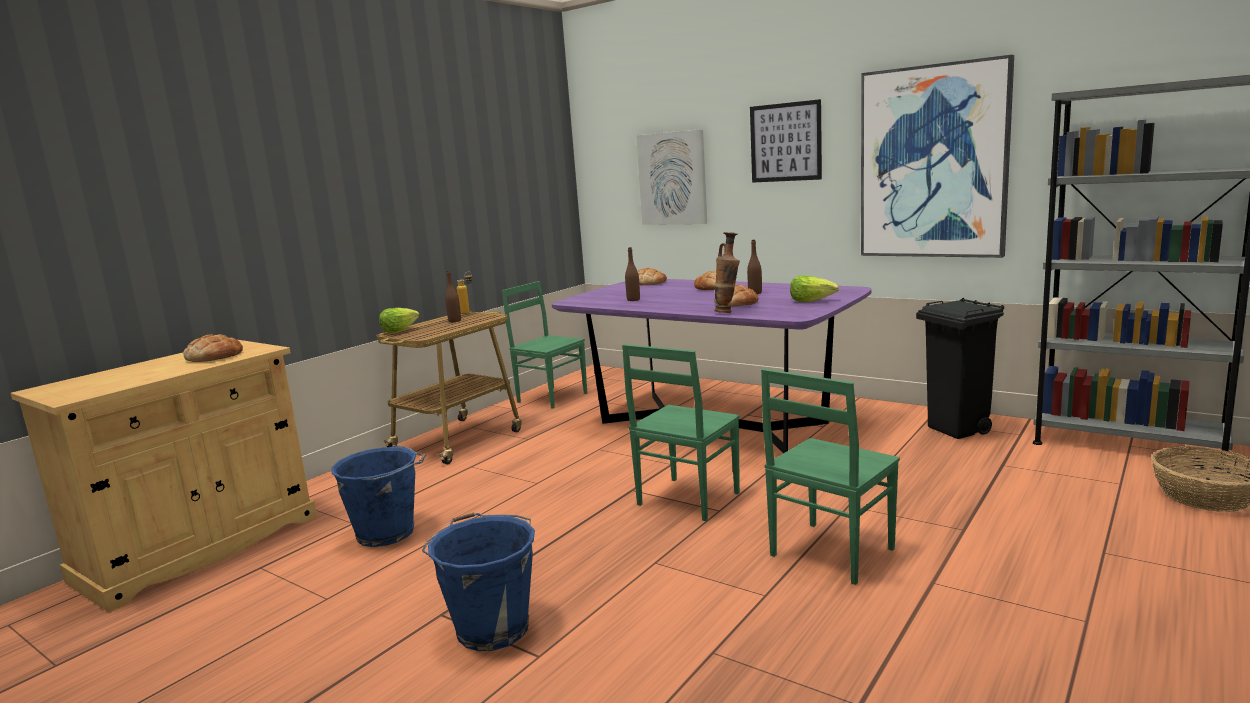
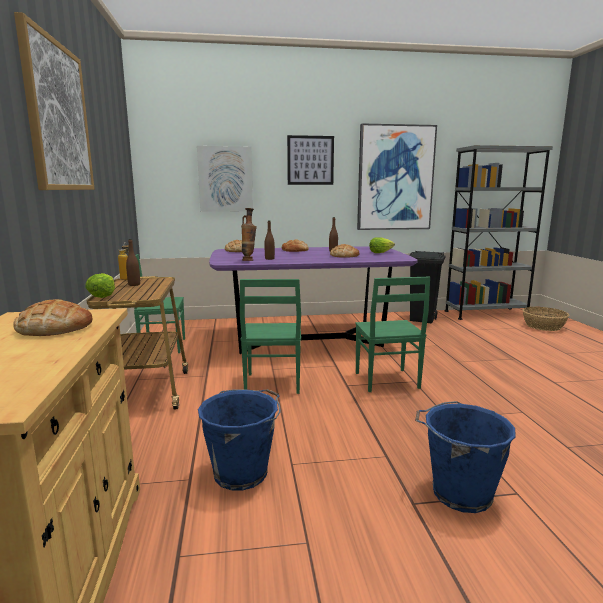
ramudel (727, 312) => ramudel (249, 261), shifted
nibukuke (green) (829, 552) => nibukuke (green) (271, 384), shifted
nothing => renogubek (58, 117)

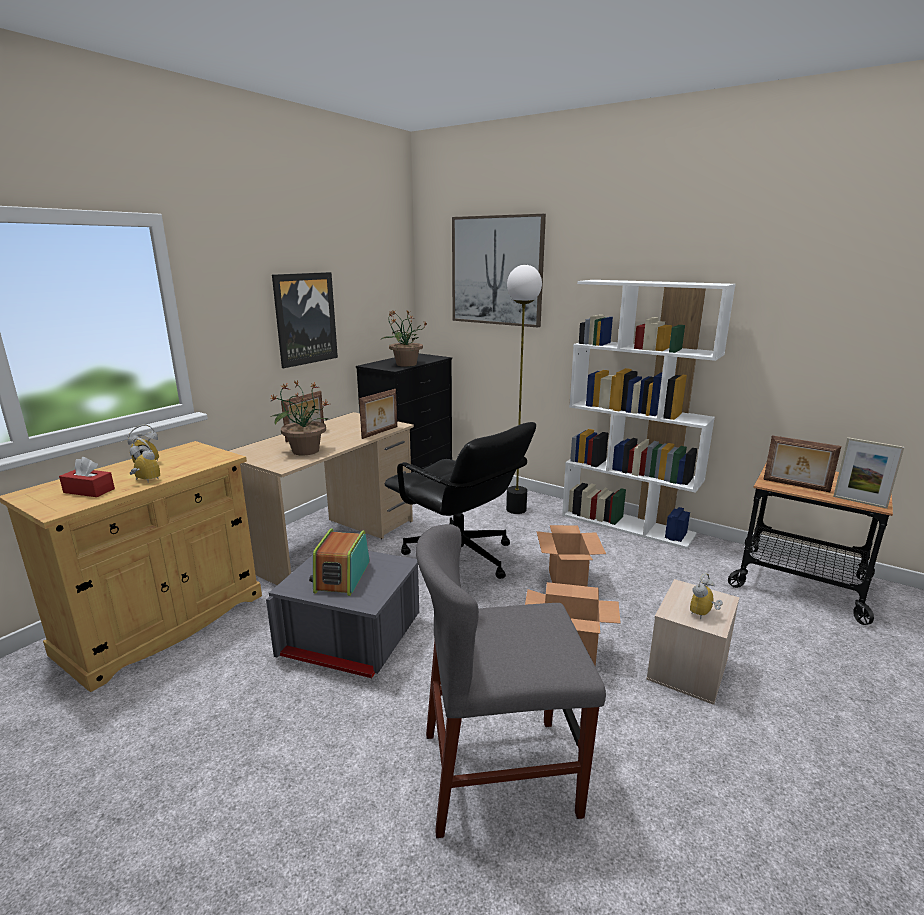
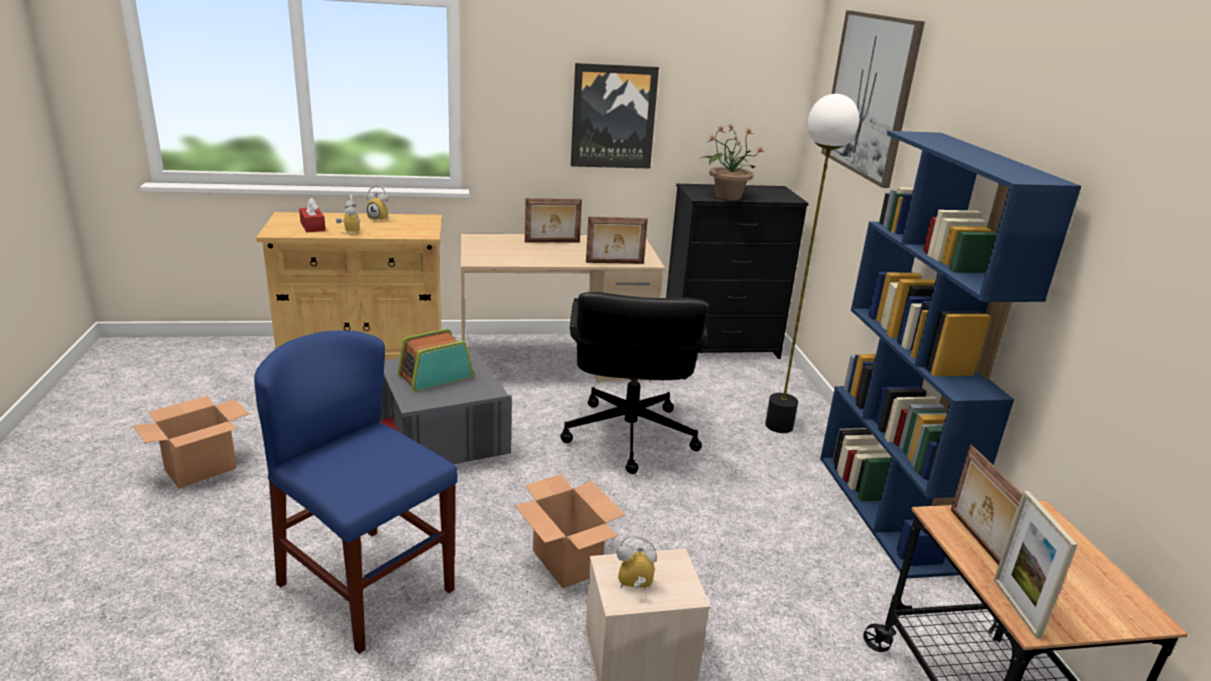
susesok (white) (627, 524) => susesok (blue) (884, 511)
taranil (304, 451) => nothing
nibukuke (grey) (499, 773) => nibukuke (blue) (366, 587)
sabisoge (566, 581) => sabisoge (201, 468), shifted

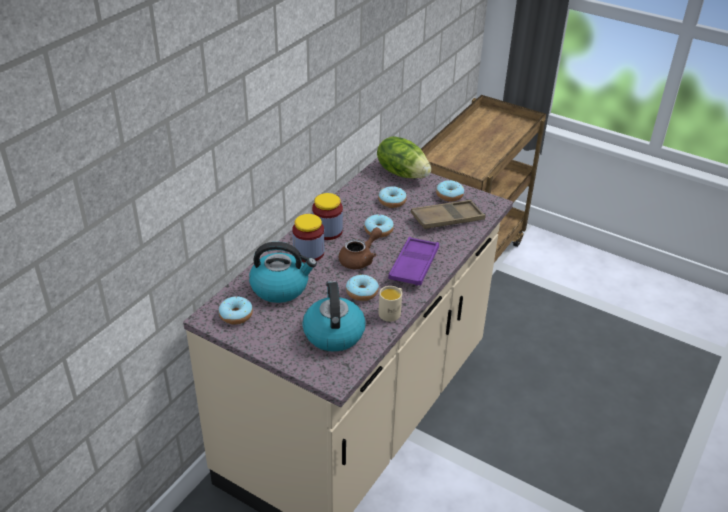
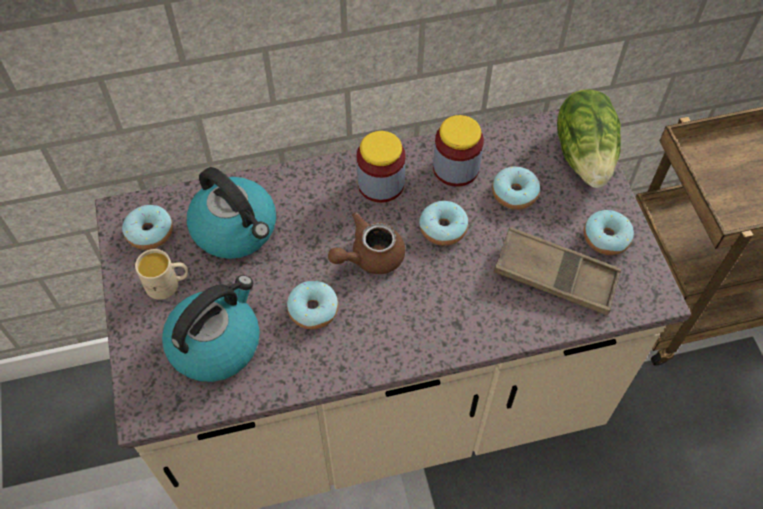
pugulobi (308, 253) => pugulobi (456, 168), shifted
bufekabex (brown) (360, 259) => bufekabex (brown) (369, 256), 150 degrees clockwise
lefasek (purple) (414, 265) => nothing
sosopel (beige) (392, 312) => sosopel (beige) (168, 284), shifted

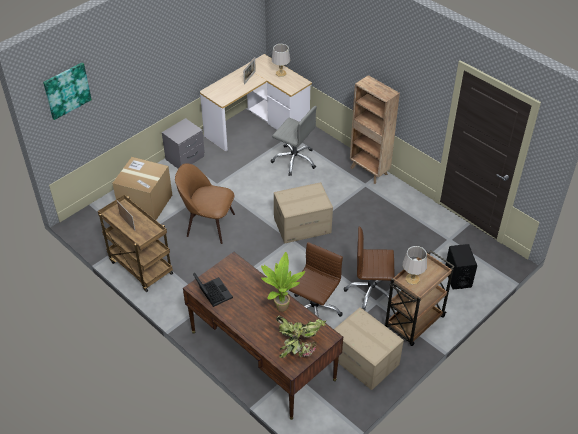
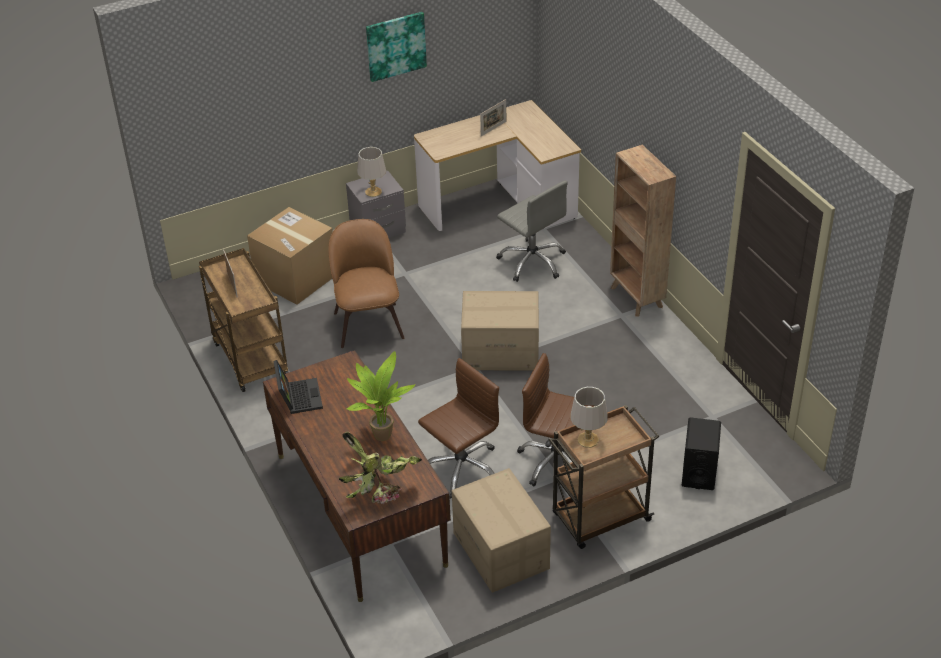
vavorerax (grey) (281, 73) => vavorerax (grey) (373, 192), shifted
renogubek (67, 90) => renogubek (395, 45), shifted
nibukuke (brown) (208, 224) => nibukuke (brown) (368, 323), 45 degrees clockwise

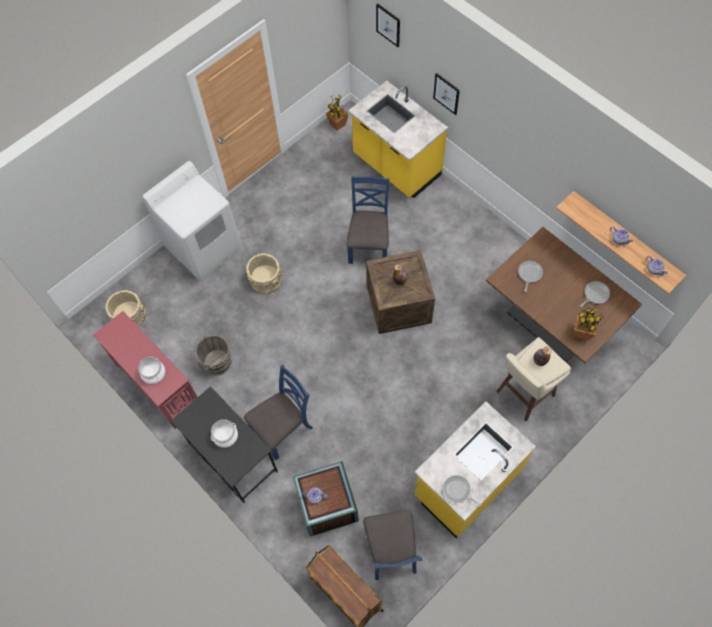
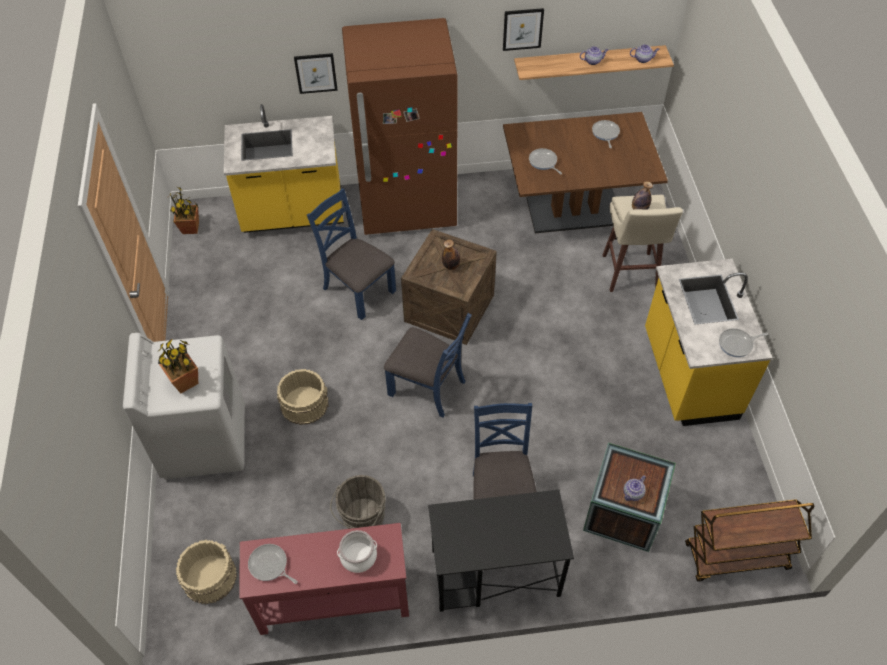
renogubek (388, 25) => renogubek (522, 29), shifted
taranil (582, 332) => taranil (184, 381), shifted
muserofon (225, 436) => nothing
nibukuke (blue) (391, 550) => nibukuke (blue) (428, 387), shifted
nothing => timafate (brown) (407, 206)
nothing => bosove (270, 565)

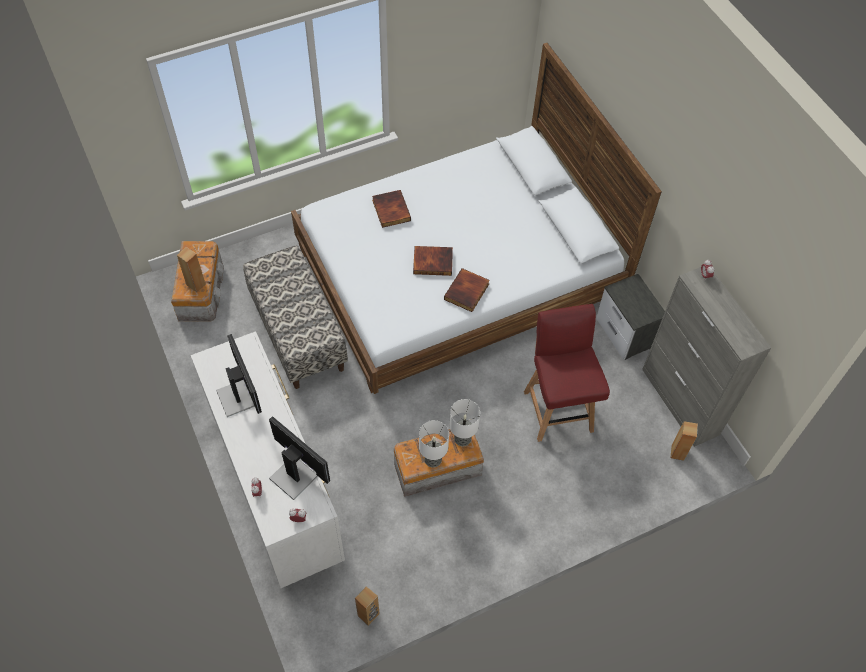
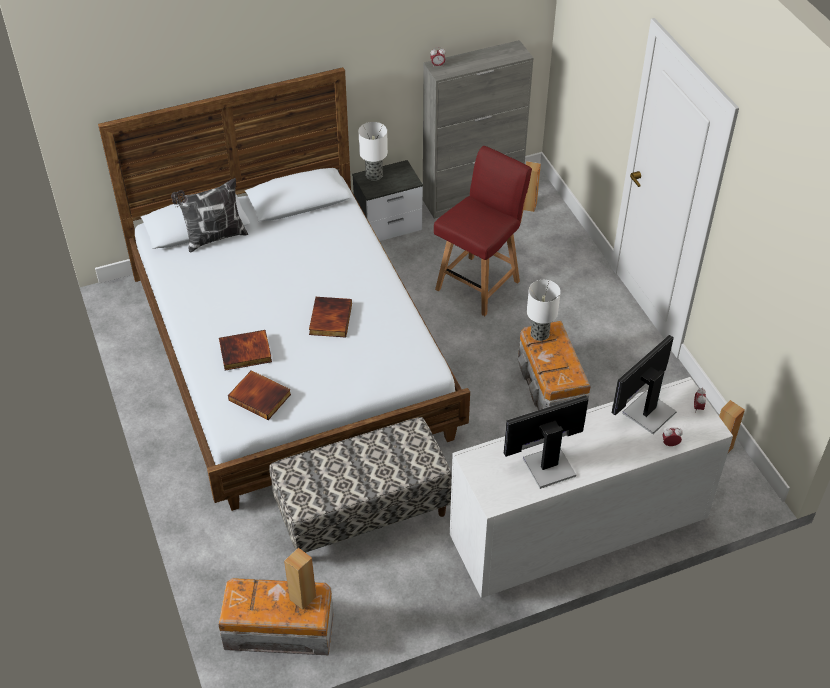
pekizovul (467, 292) => pekizovul (261, 396), shifted
nibukuke (red) (558, 409) => nibukuke (red) (479, 284), 135 degrees clockwise
vavorerax (433, 459) => vavorerax (374, 175), shifted
nothing => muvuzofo (214, 237)

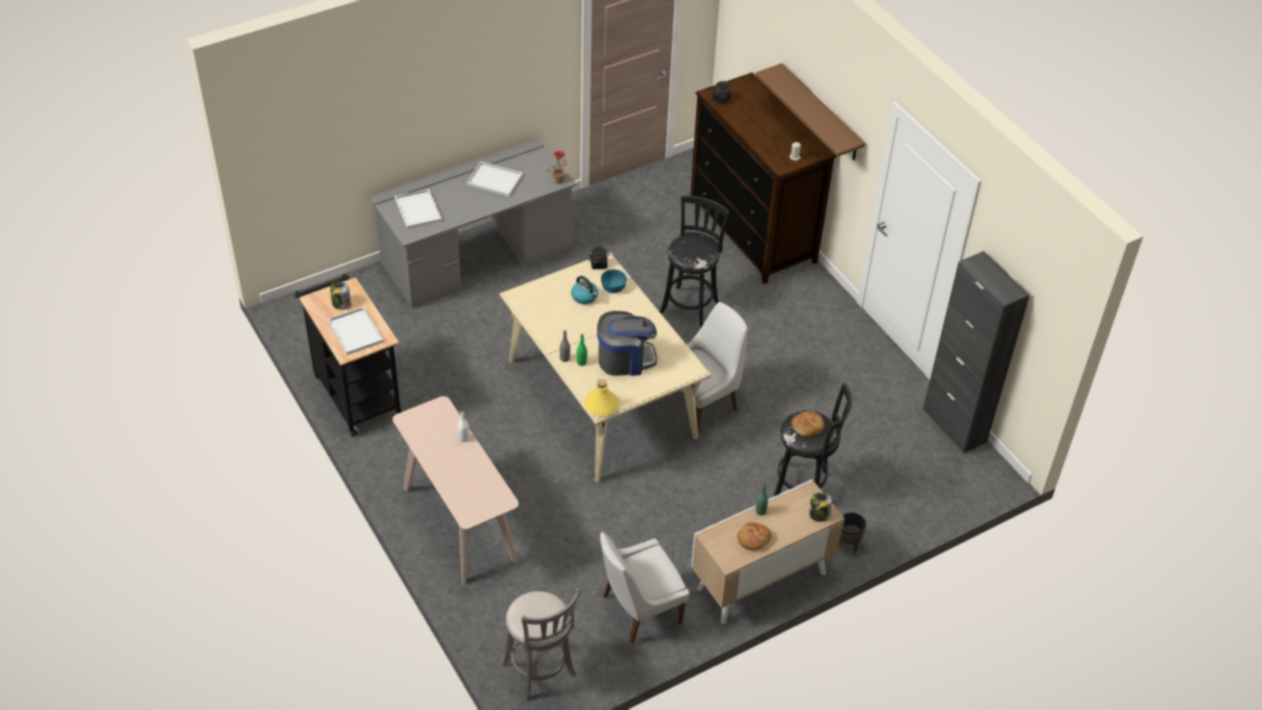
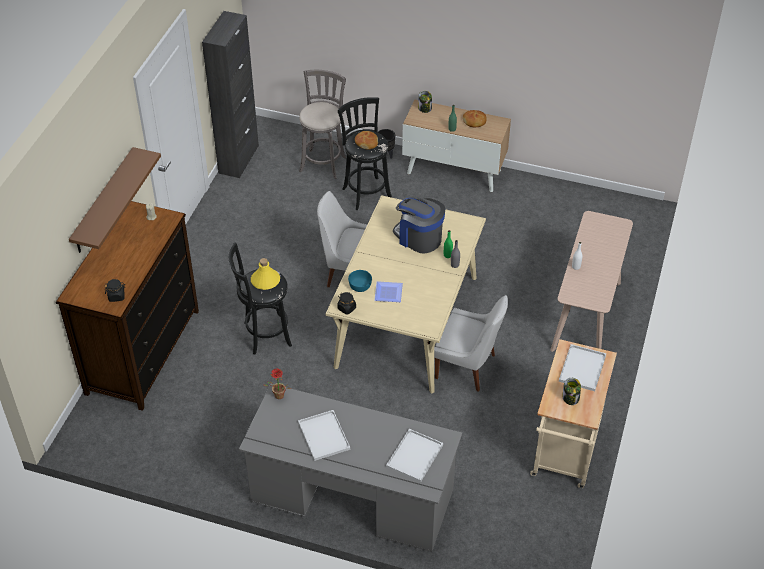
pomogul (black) (355, 392) => pomogul (beige) (565, 454)
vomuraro (585, 297) => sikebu (387, 293)
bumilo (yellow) (601, 404) => bumilo (yellow) (265, 281), shifted
nibukuke (white) (639, 610) => nibukuke (white) (468, 367), shifted
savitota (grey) (541, 673) => savitota (grey) (323, 162), shifted

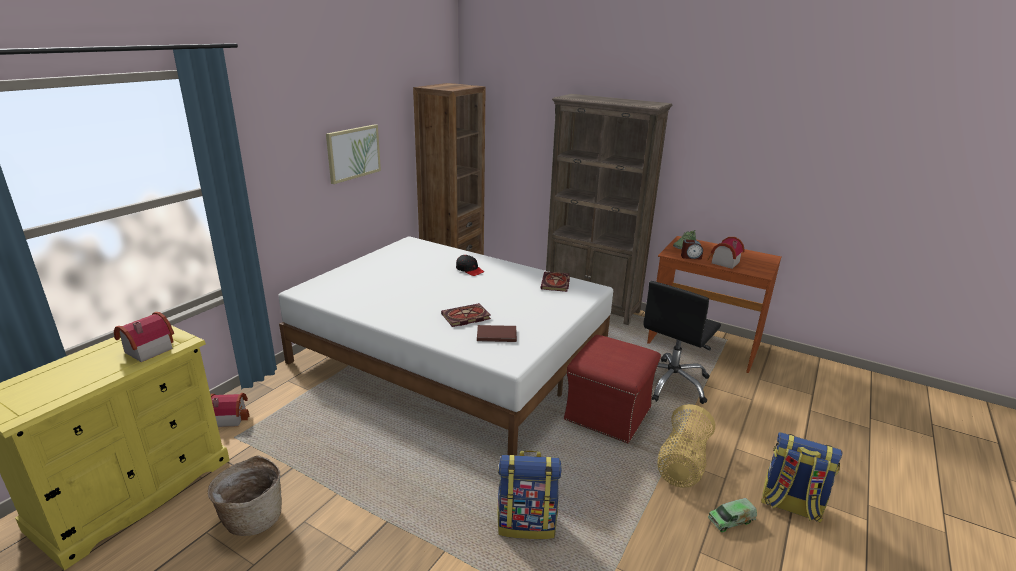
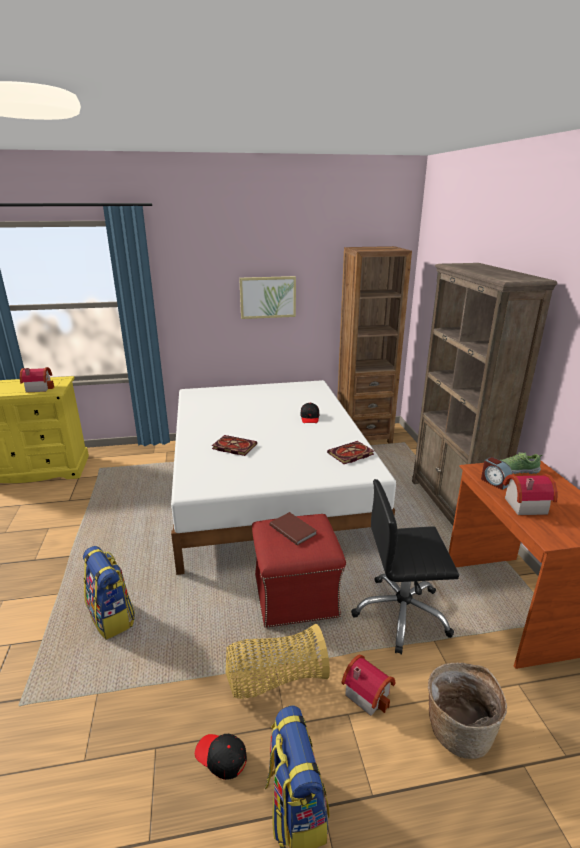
pekizovul (brown) (496, 335) => pekizovul (brown) (293, 529), shifted
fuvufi (229, 417) => fuvufi (367, 692), shifted
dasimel (252, 517) => dasimel (458, 728), shifted
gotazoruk (731, 520) => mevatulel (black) (221, 757)

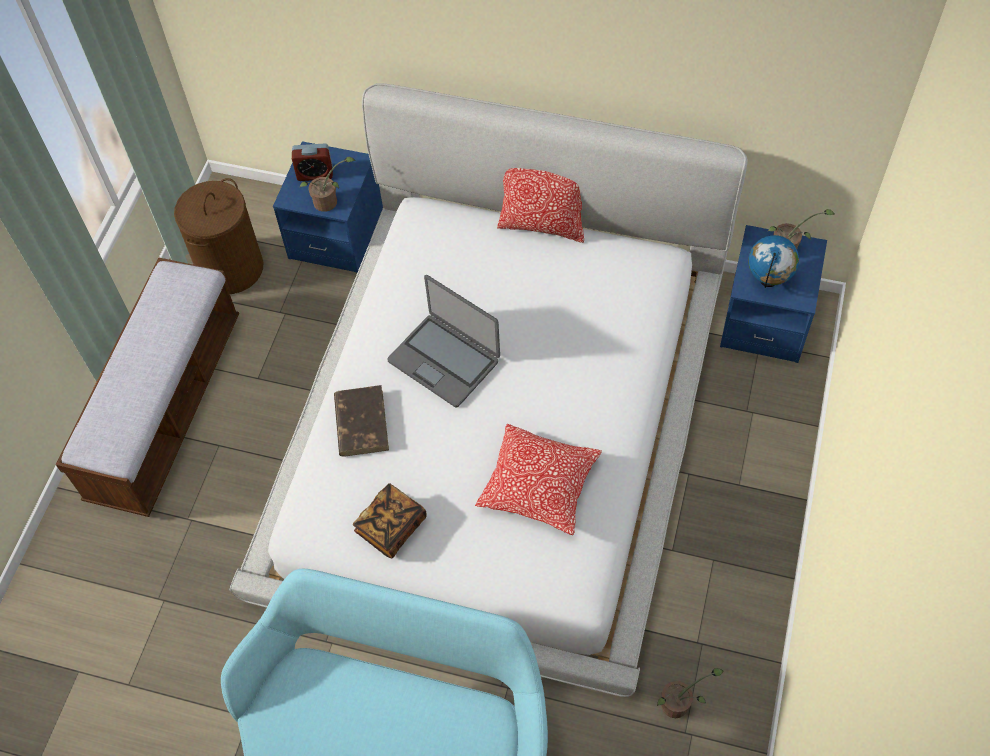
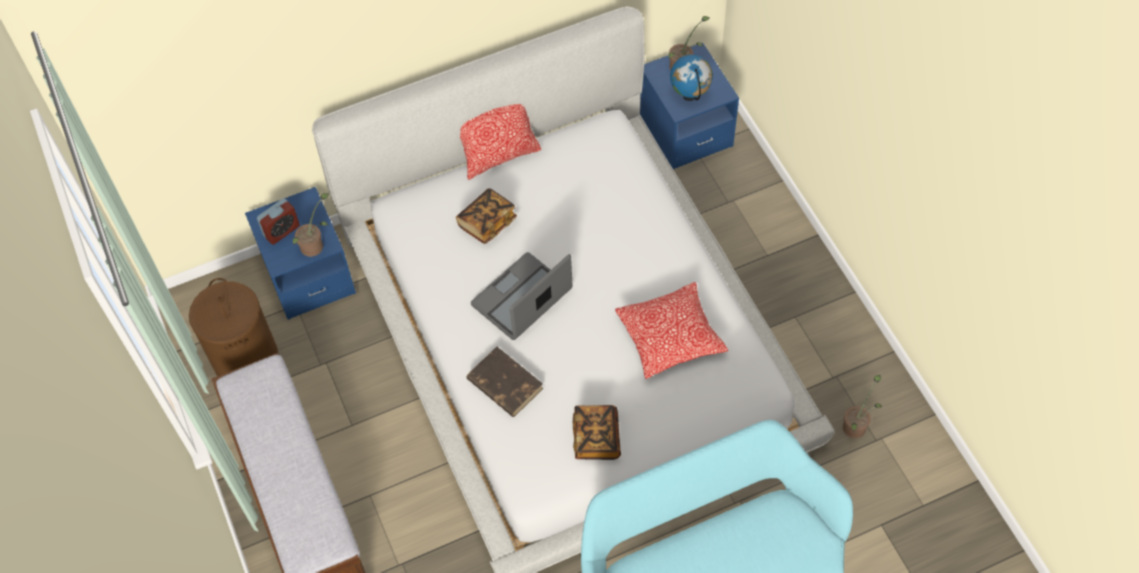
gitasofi (444, 360) => gitasofi (522, 298), 135 degrees clockwise
nothing => pekizovul (487, 223)

